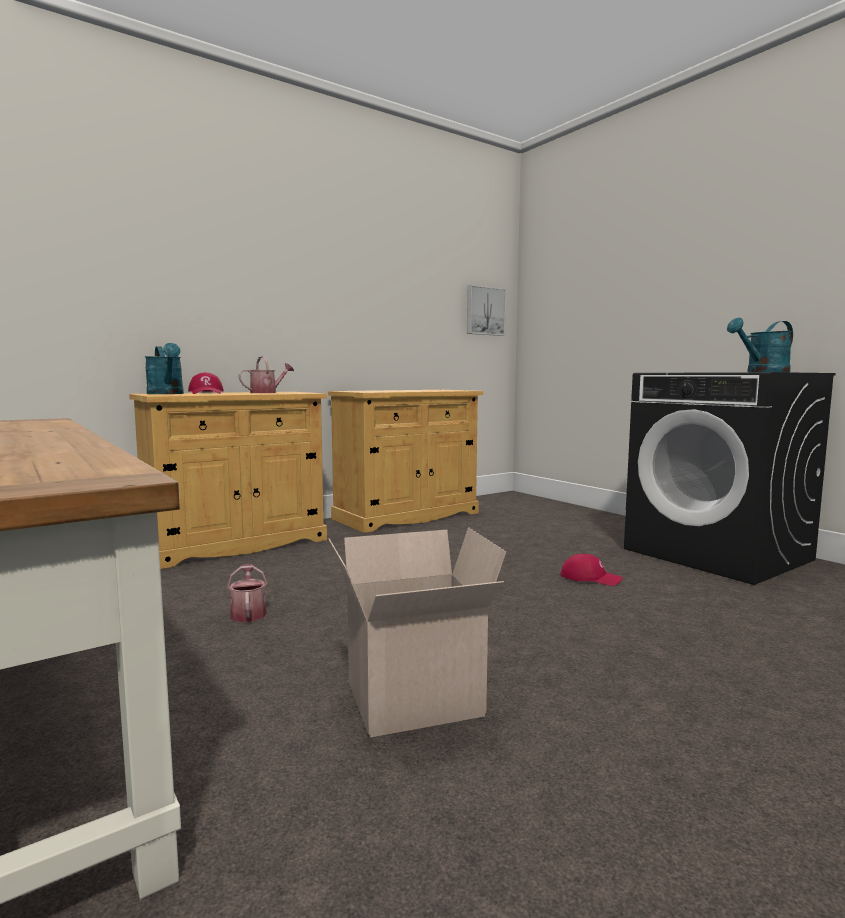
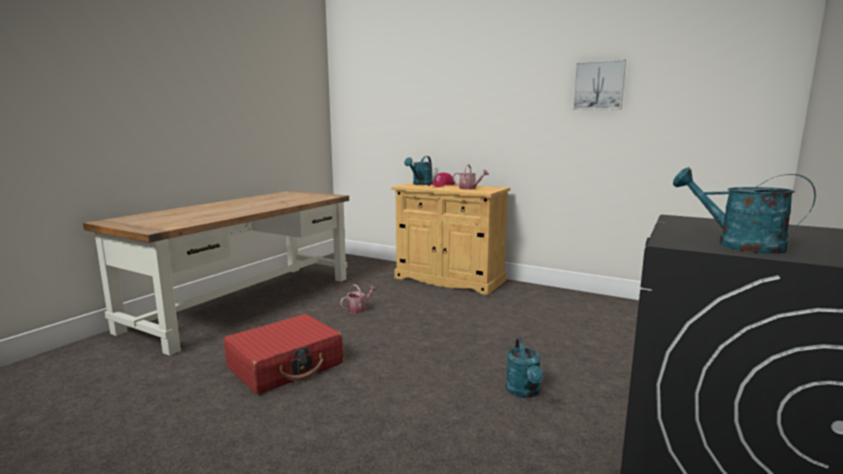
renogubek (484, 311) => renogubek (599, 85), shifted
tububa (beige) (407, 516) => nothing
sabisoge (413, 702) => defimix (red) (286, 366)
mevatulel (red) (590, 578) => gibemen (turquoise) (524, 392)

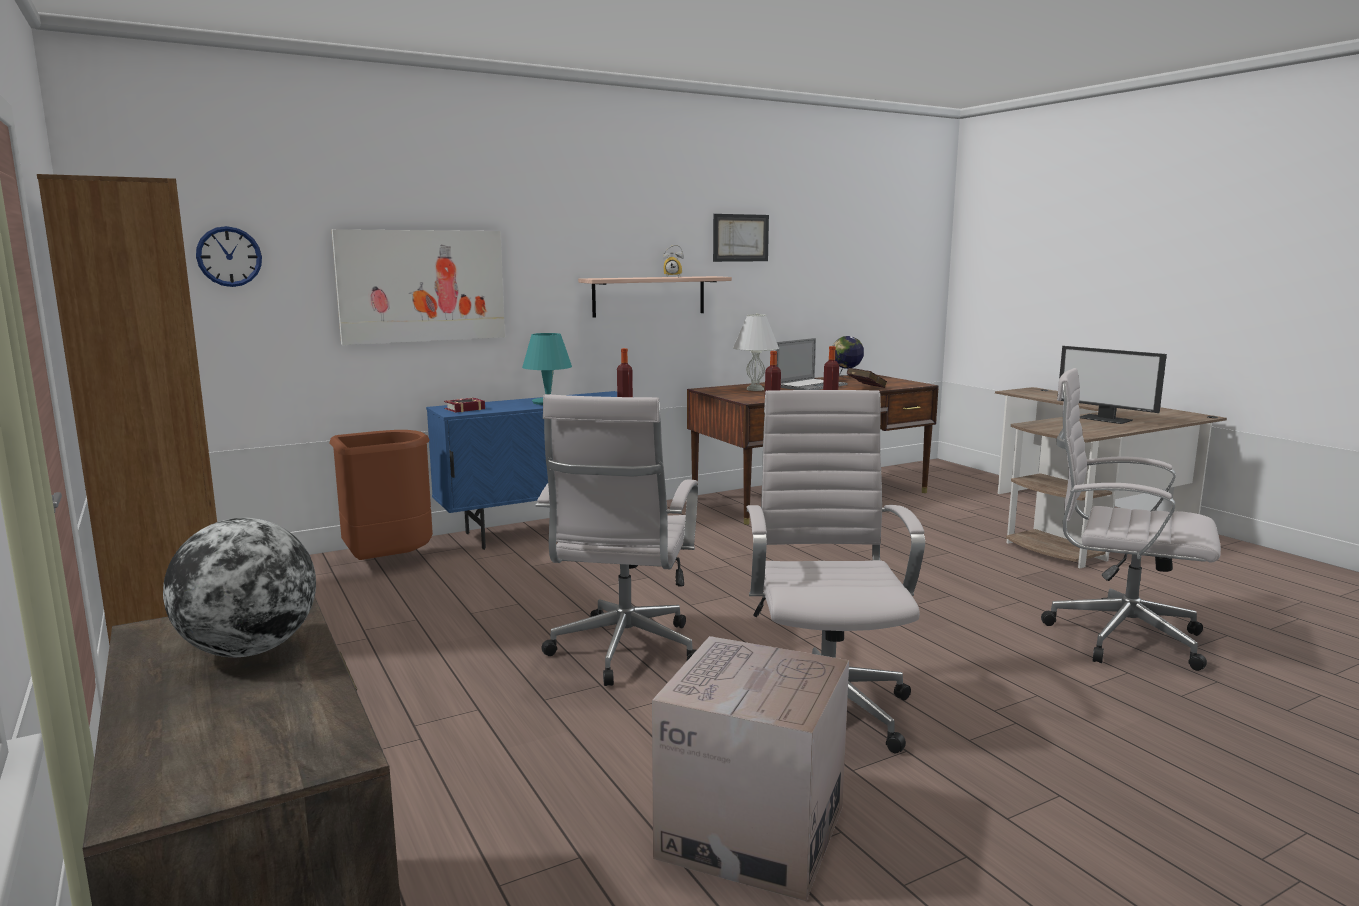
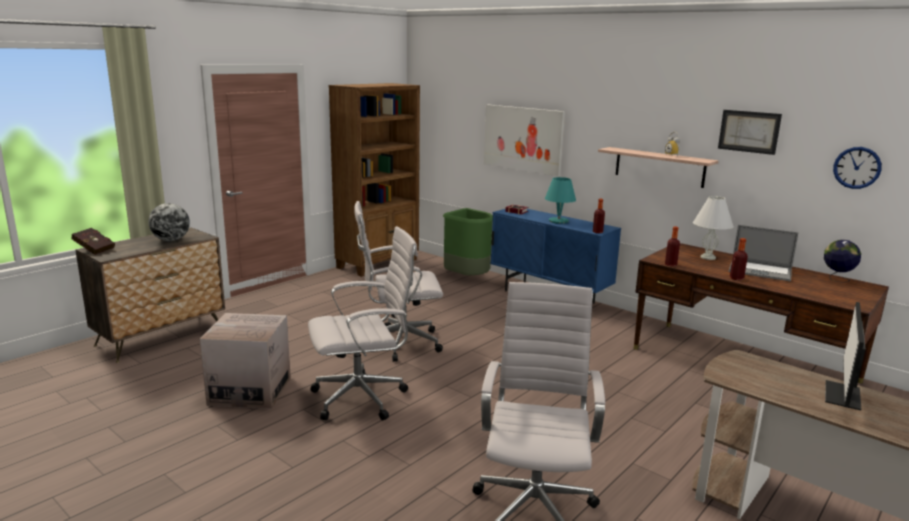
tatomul (229, 256) => tatomul (857, 167), shifted
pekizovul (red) (864, 388) => pekizovul (red) (93, 249), shifted
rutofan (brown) (387, 563) => rutofan (green) (467, 278)

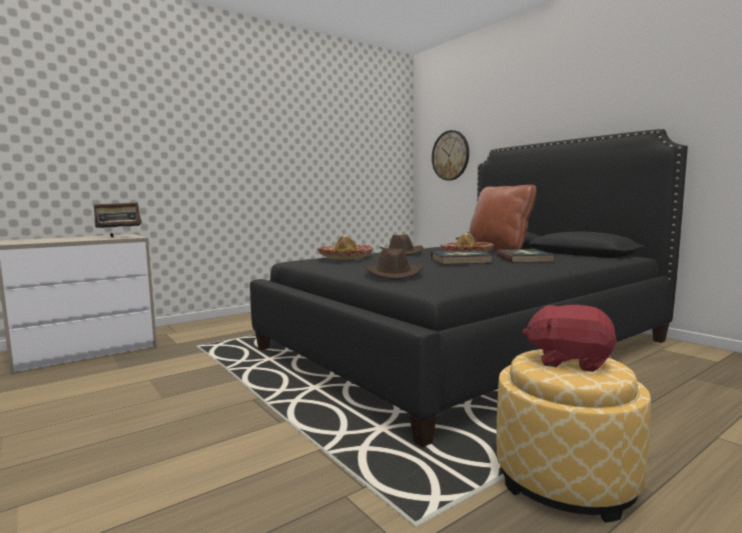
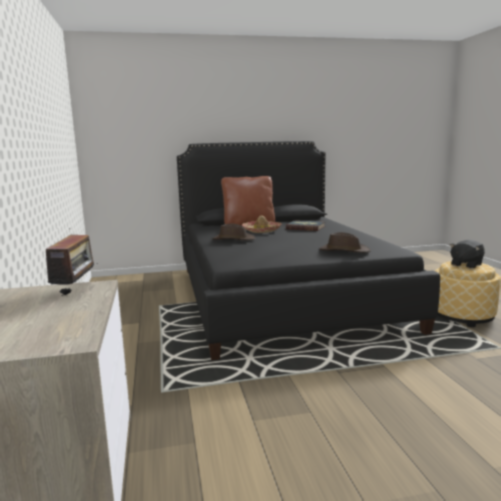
tatomul (450, 155) => nothing
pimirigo (345, 257) => nothing
pekizovul (461, 261) => nothing
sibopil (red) (569, 361) => sibopil (black) (466, 265)

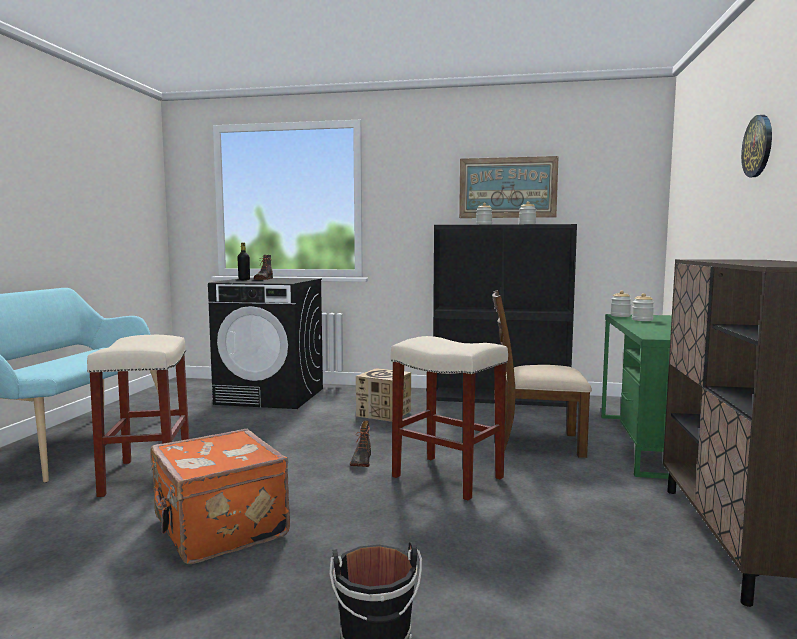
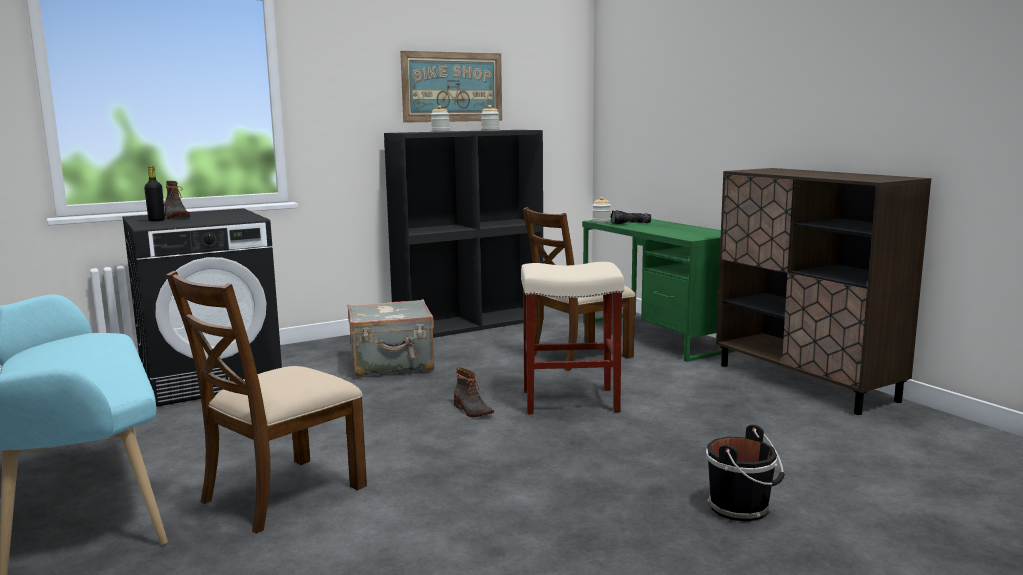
tatomul (758, 146) => nothing
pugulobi (642, 320) => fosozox (630, 223)
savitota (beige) (147, 475) => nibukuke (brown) (281, 493)
sabisoge (384, 413) => defimix (grey) (392, 365)
defimix (orange) (218, 529) => nothing

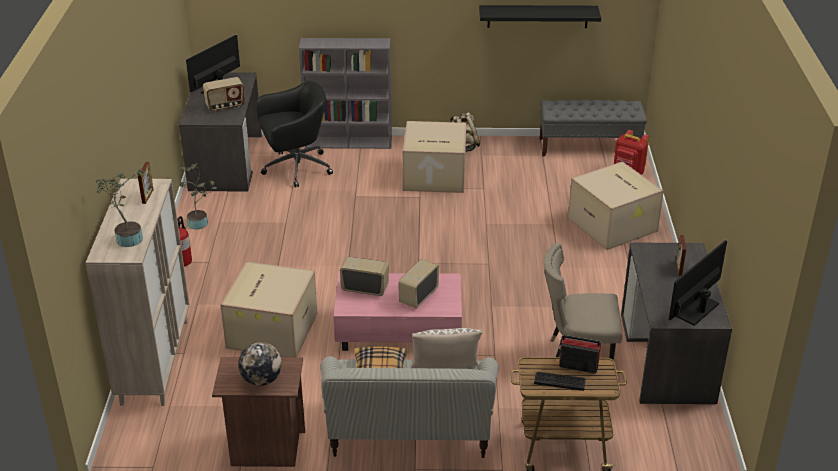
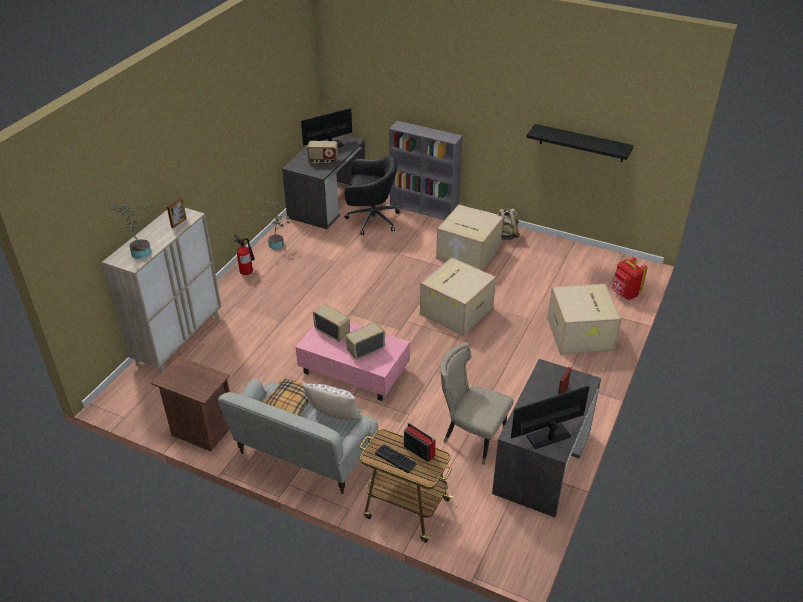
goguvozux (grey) (589, 147) => nothing
sabisoge (271, 329) => sabisoge (456, 310), shifted
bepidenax (261, 380) => nothing

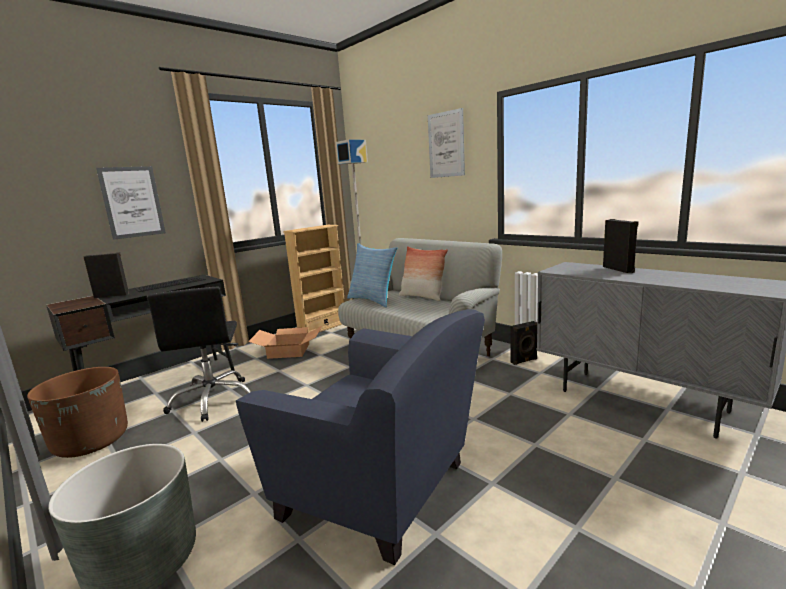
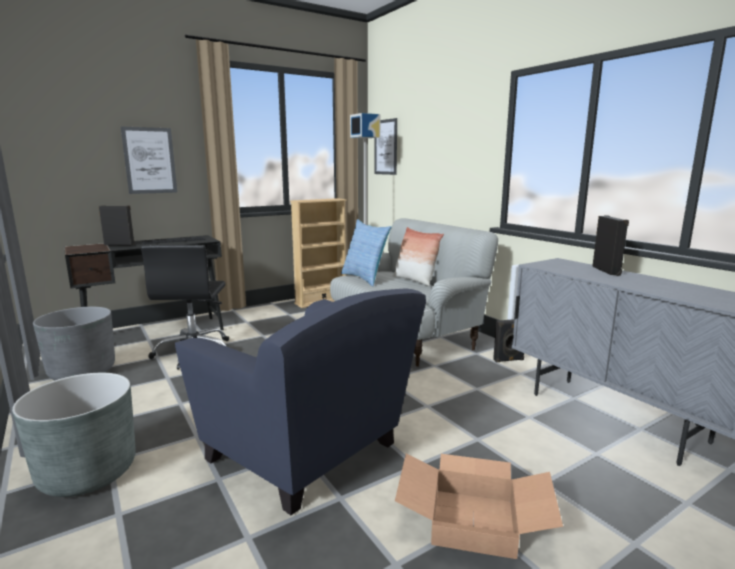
renogubek (446, 144) => renogubek (385, 147), shifted
sabisoge (289, 350) => sabisoge (474, 521), shifted
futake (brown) (91, 441) => futake (grey) (82, 372)

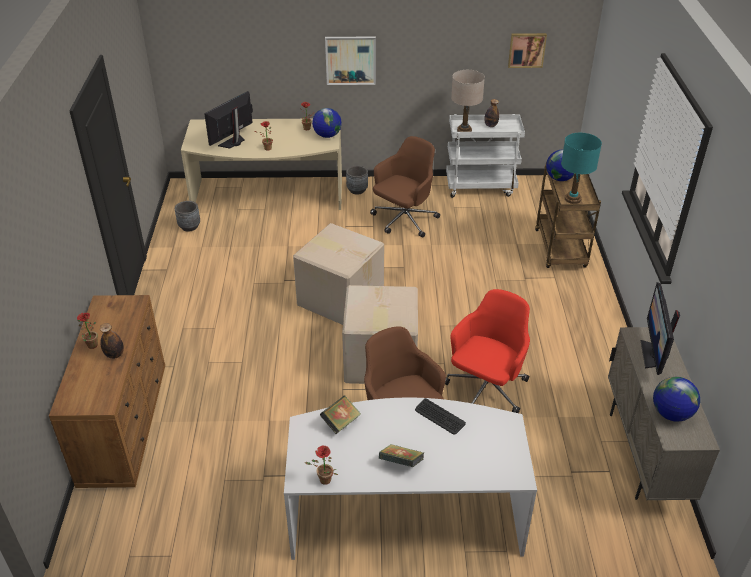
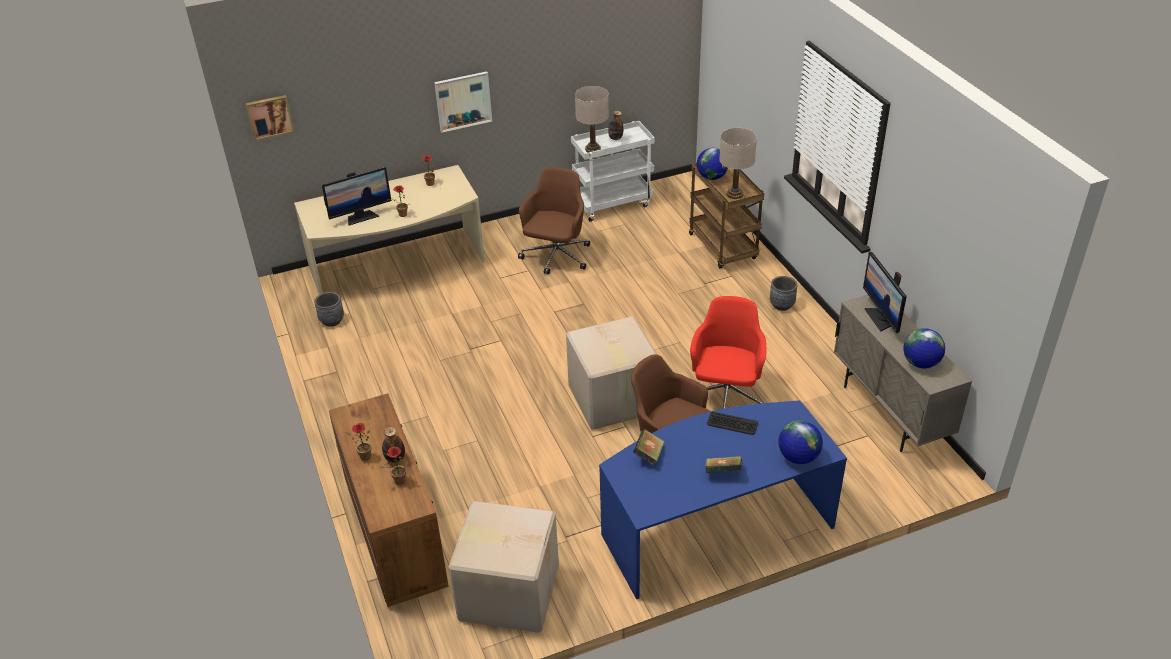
renogubek (526, 49) => renogubek (270, 117), shifted
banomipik (233, 142) => banomipik (361, 217), 135 degrees counterclockwise
bepidenax (327, 135) => bepidenax (798, 457), shifted
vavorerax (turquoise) (573, 199) => vavorerax (beige) (734, 194)
futake (grey) (357, 190) => futake (grey) (782, 305), shifted
sabisoge (340, 298) => sabisoge (508, 591), shifted
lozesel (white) (405, 513) => lozesel (blue) (714, 526)
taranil (323, 481) => taranil (398, 482), shifted

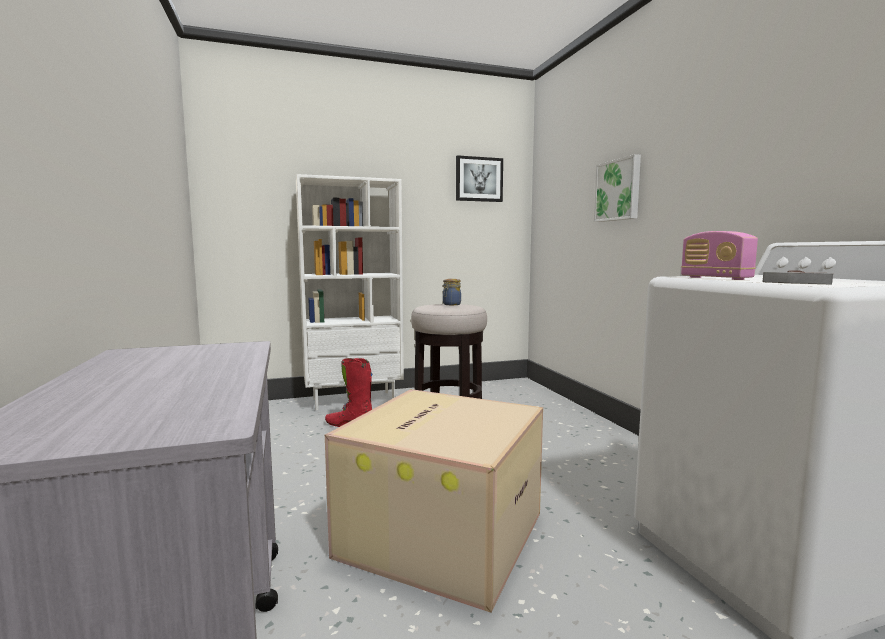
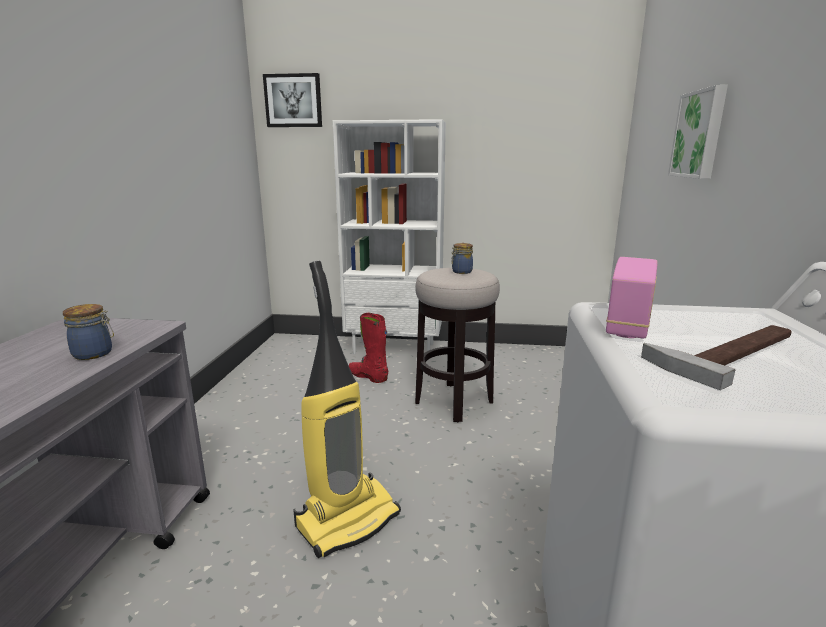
renogubek (479, 179) => renogubek (293, 101), shifted
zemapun (715, 278) => zemapun (628, 325), 150 degrees counterclockwise
sabisoge (441, 532) => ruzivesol (347, 519)
nothing => pugulobi (94, 354)

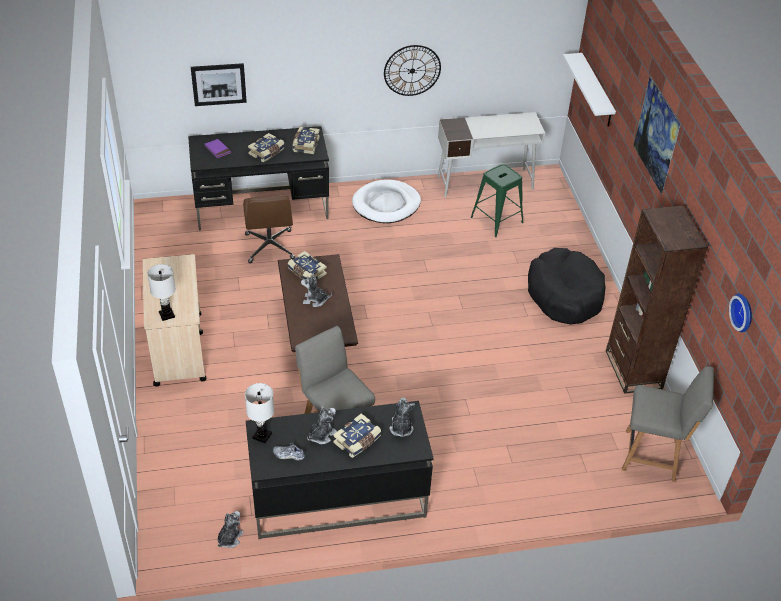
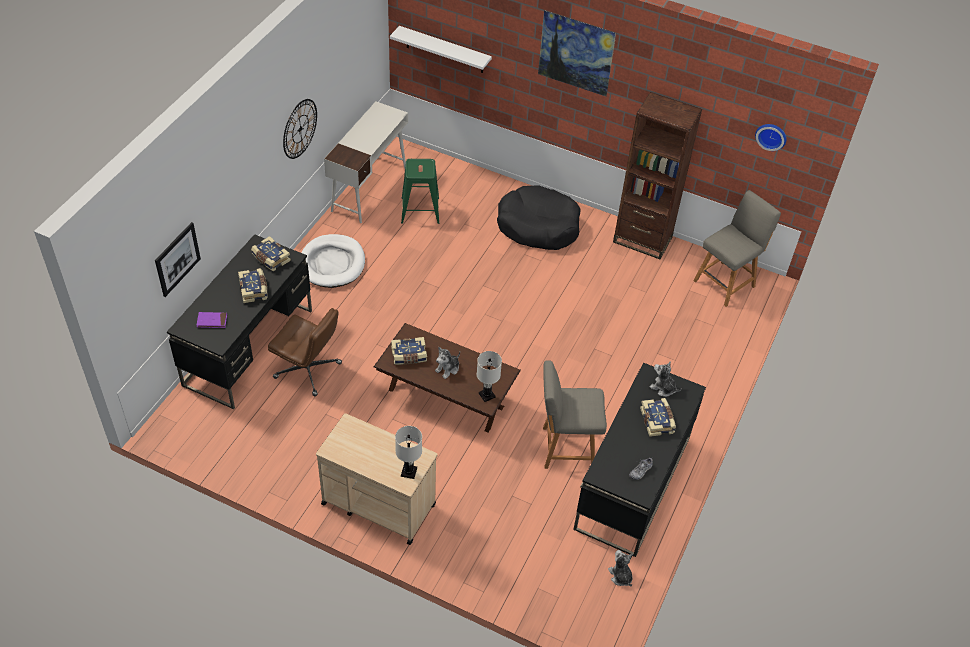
vavorerax (white) (262, 435) => vavorerax (white) (487, 395), shifted
sibopil (321, 435) => nothing

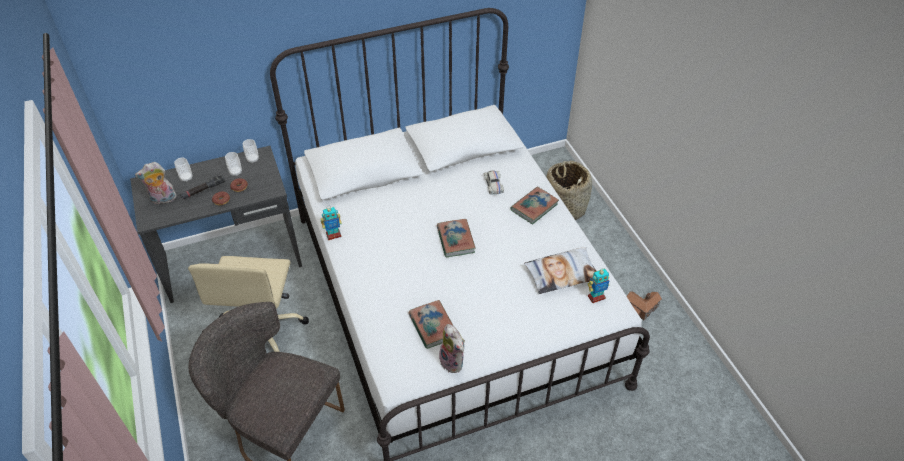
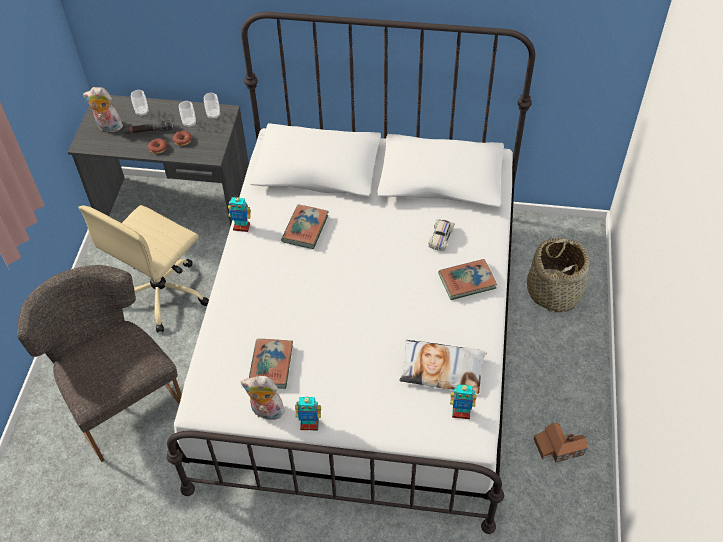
pekizovul (455, 240) => pekizovul (305, 229), shifted
sibopil (453, 362) => sibopil (266, 412), 105 degrees clockwise
nothing => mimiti (309, 424)

